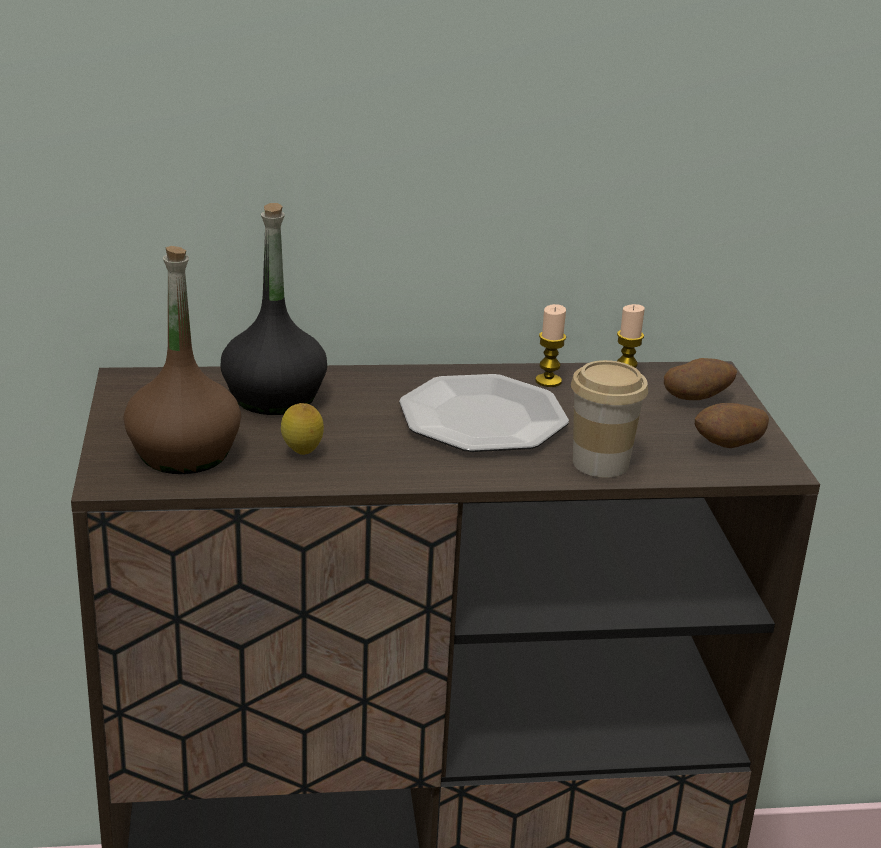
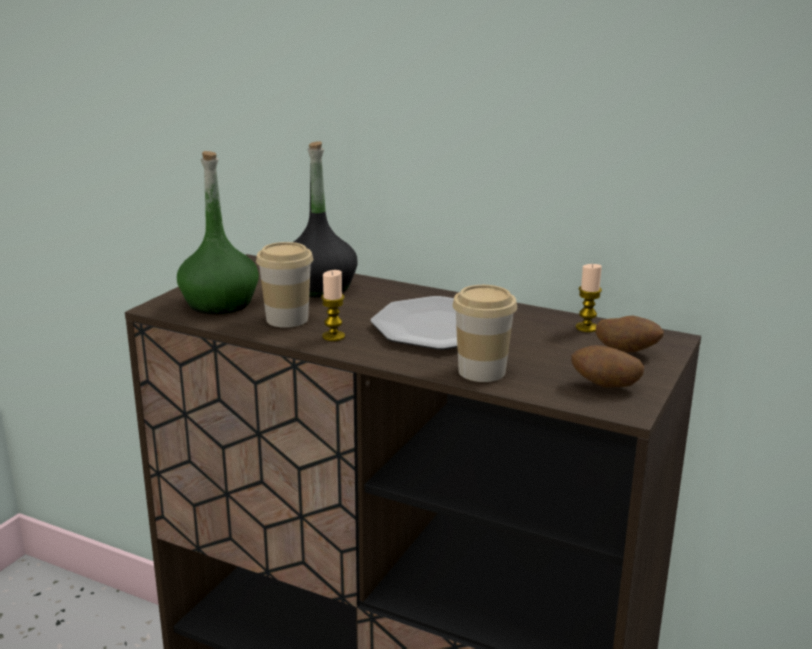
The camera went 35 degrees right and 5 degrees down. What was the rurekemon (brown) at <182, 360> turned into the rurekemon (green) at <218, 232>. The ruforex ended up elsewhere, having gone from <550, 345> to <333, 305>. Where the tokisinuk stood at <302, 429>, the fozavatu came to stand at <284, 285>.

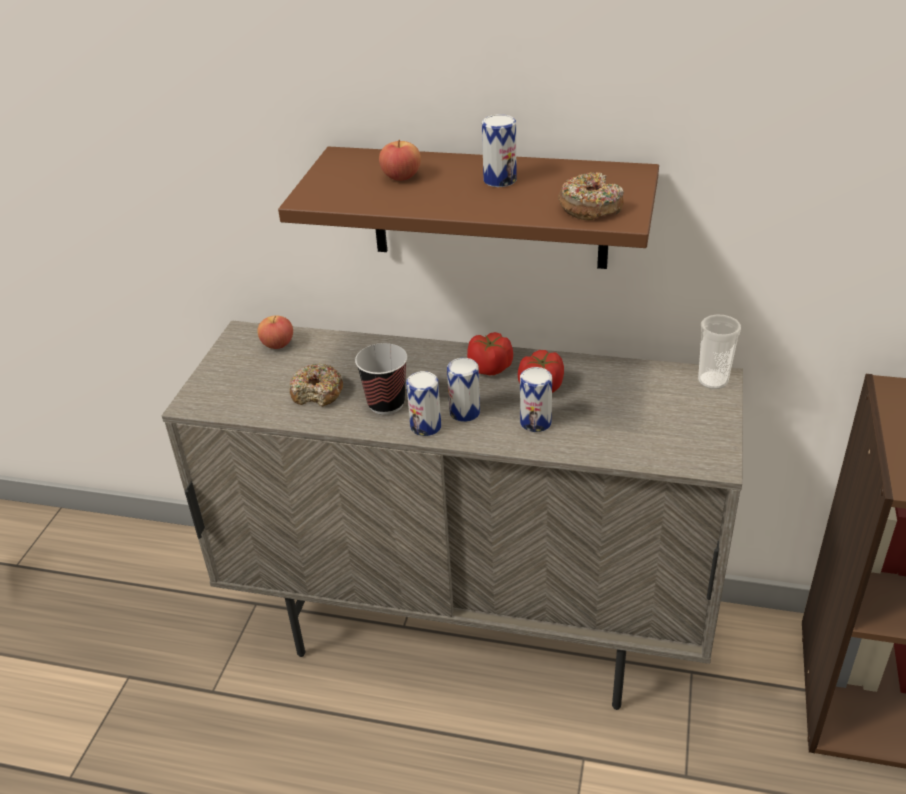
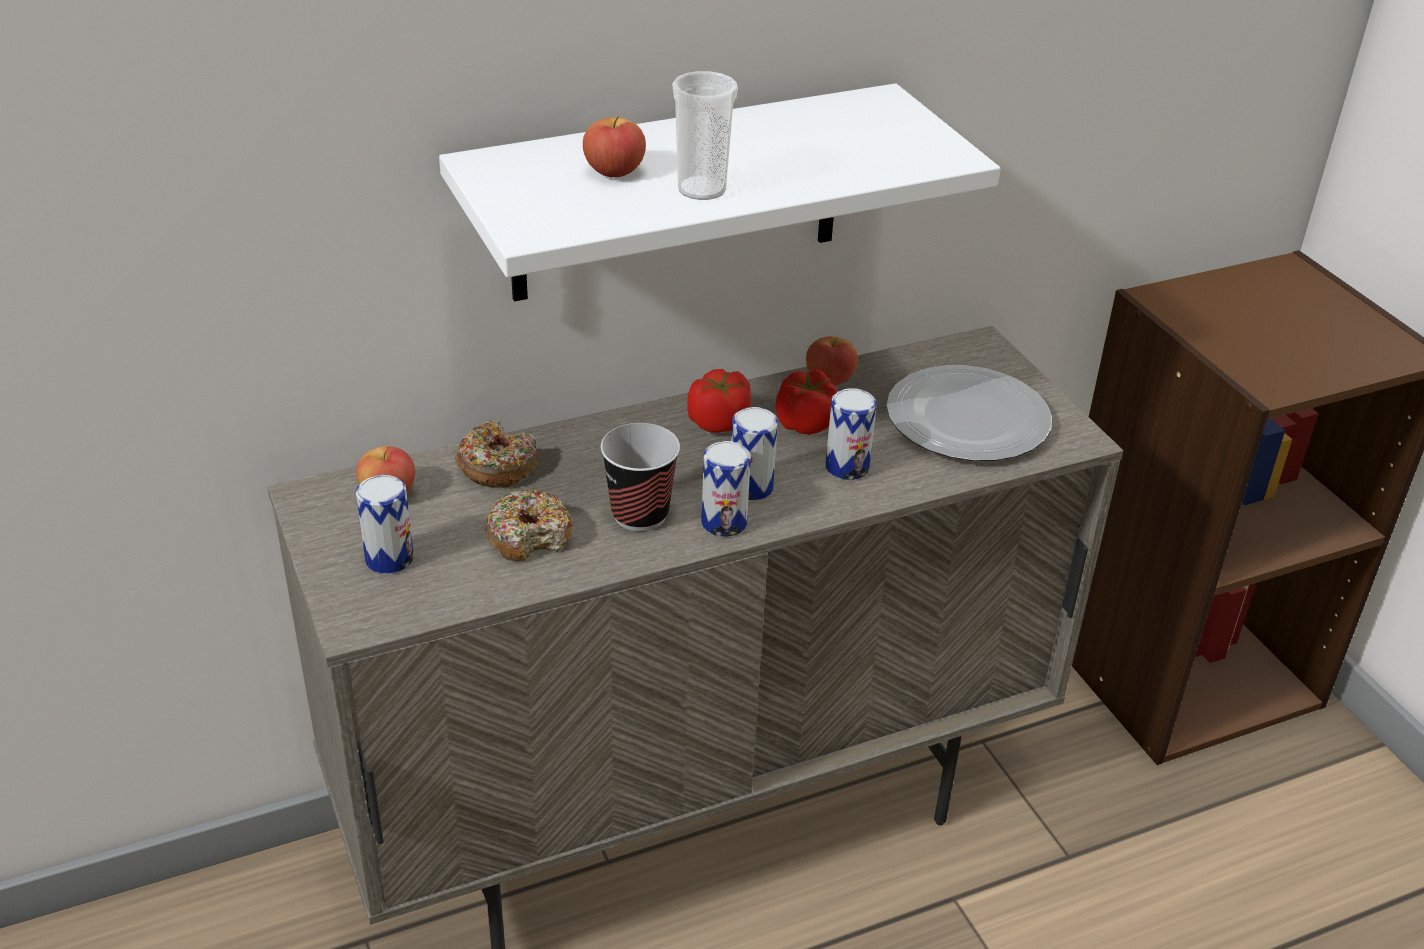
The camera went 40 degrees left and 0 degrees up. The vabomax ended up elsewhere, having gone from <499, 150> to <385, 524>. What was the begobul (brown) at <468, 207> turned into the begobul (white) at <720, 192>. The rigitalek ended up elsewhere, having gone from <591, 196> to <497, 454>. The fozavatu ended up elsewhere, having gone from <719, 351> to <705, 135>. The second view gained the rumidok at <832, 360>. The second view gained the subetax at <969, 413>.

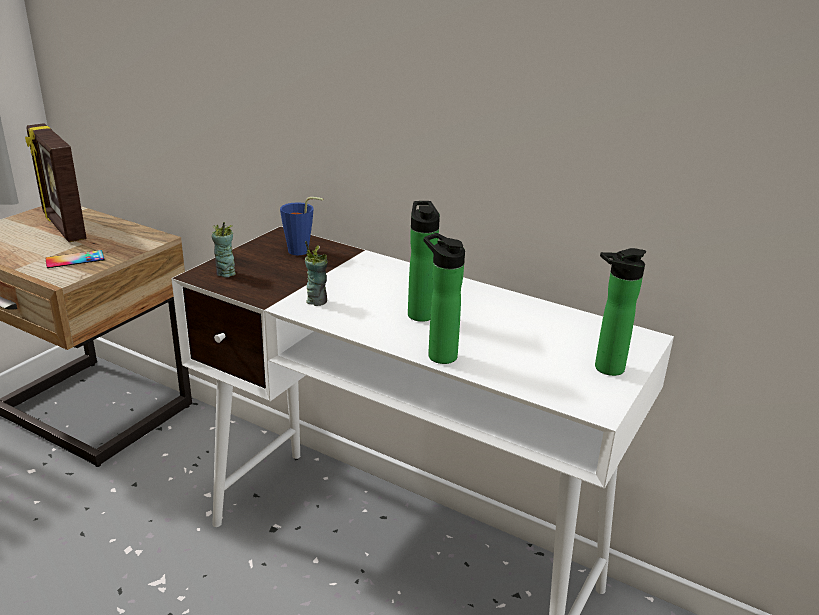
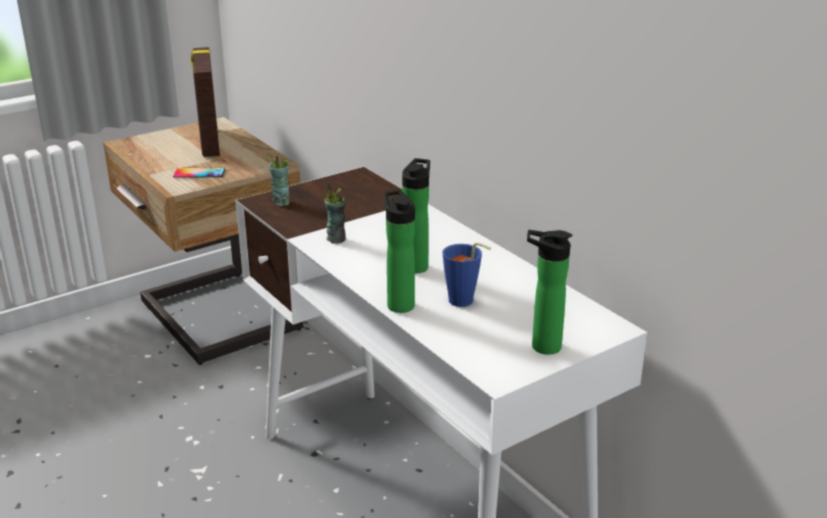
The camera went 25 degrees right and 0 degrees up. The fozavatu (blue) ended up elsewhere, having gone from <302, 226> to <467, 274>.

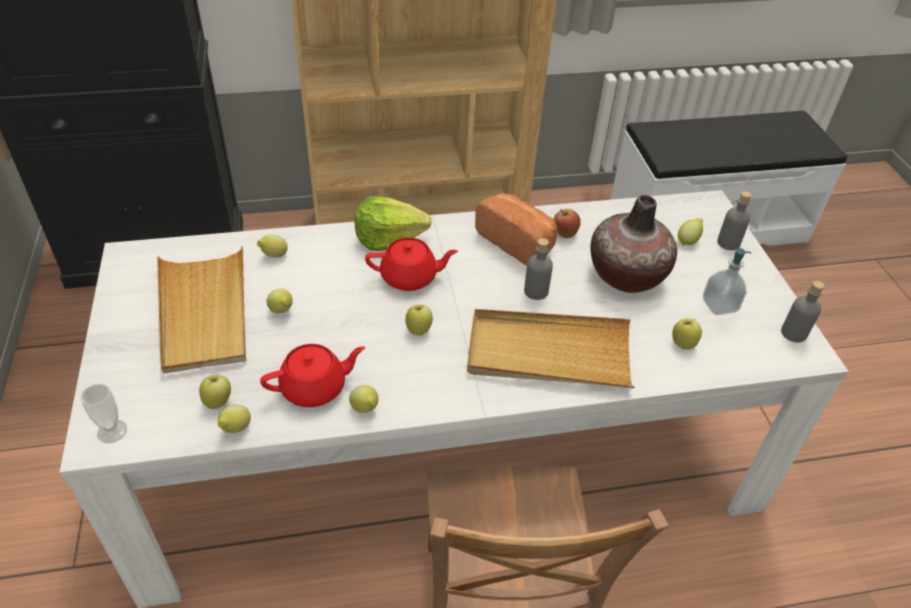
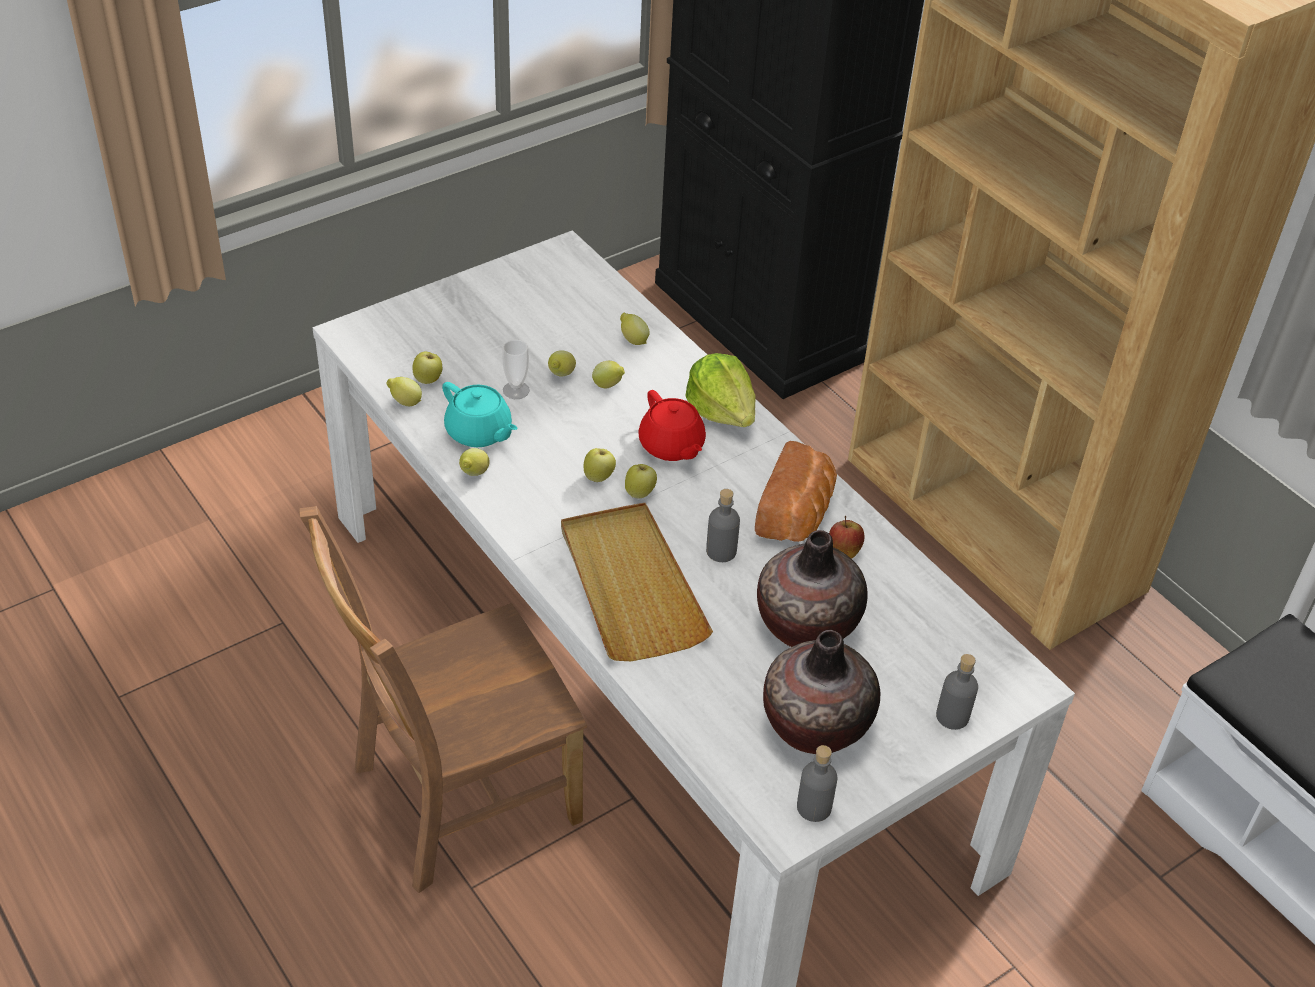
The camera went 65 degrees right and 0 degrees up. The tokisinuk ended up elsewhere, having gone from <690, 232> to <608, 374>. The second view lost the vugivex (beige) at <201, 310>. Where the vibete stood at <727, 281>, the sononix came to stand at <821, 692>. The rumidok ended up elsewhere, having gone from <687, 333> to <641, 481>. What was the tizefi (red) at <312, 375> turned into the tizefi (turquoise) at <480, 414>. The fozavatu ended up elsewhere, having gone from <104, 413> to <516, 369>.

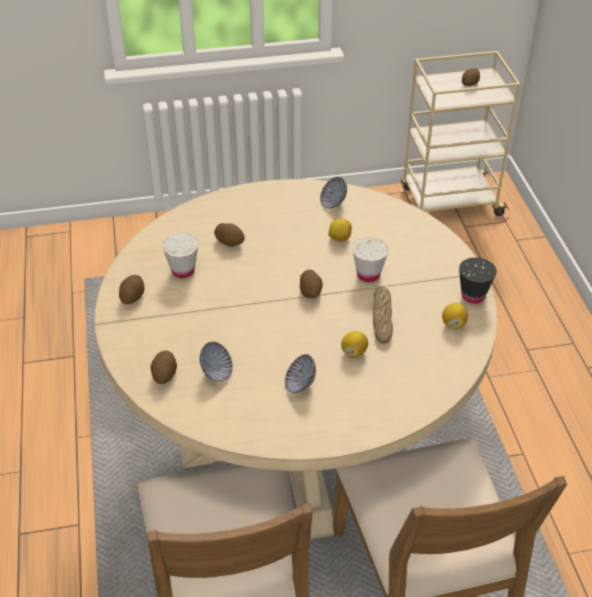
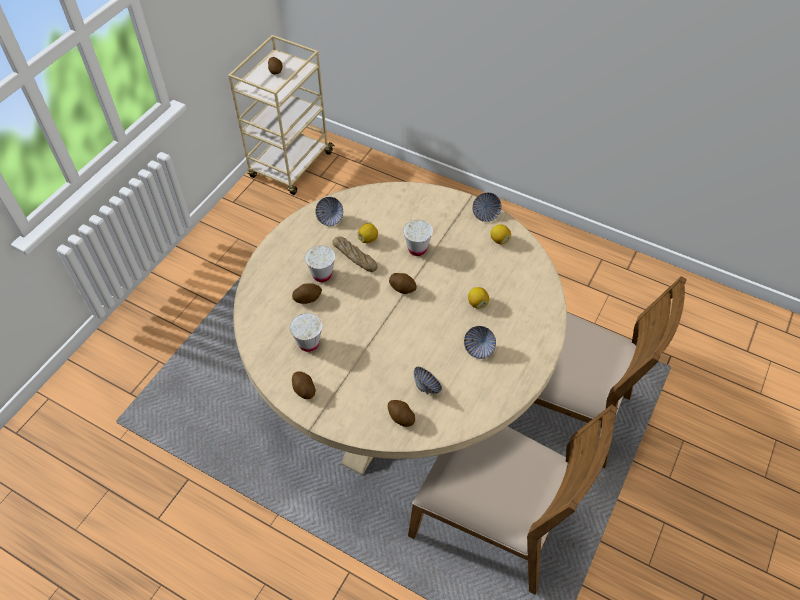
The camera went 50 degrees left and 10 degrees up. Where the fozavatu (black) stood at <478, 280>, the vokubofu came to stand at <487, 207>. The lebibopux ended up elsewhere, having gone from <383, 315> to <355, 254>. The second view gained the fozavatu (white) at <320, 263>.

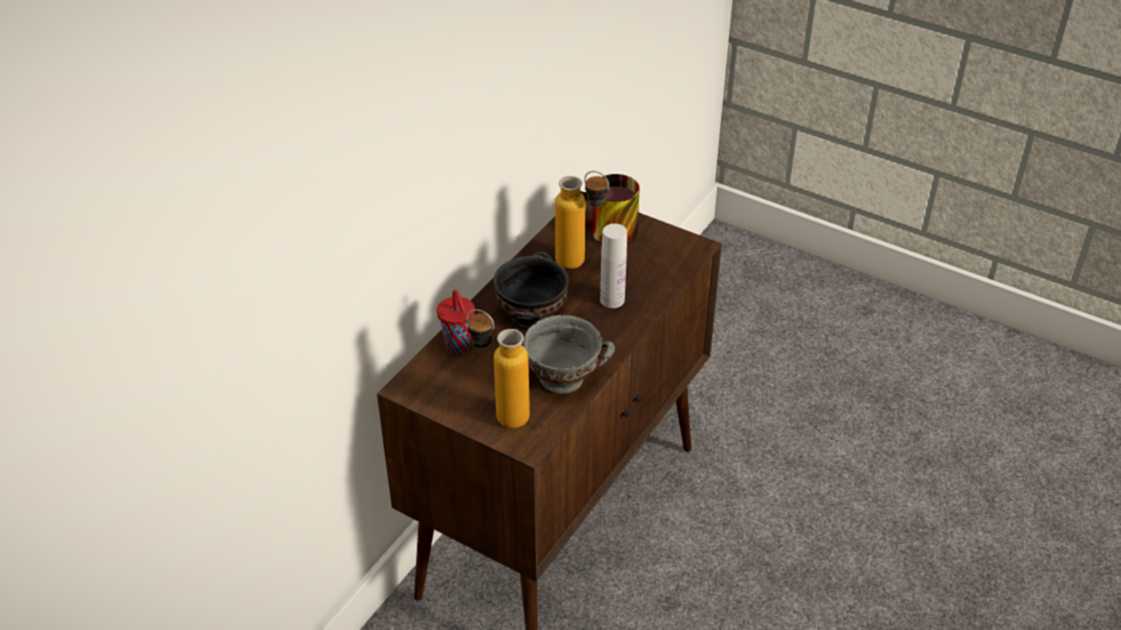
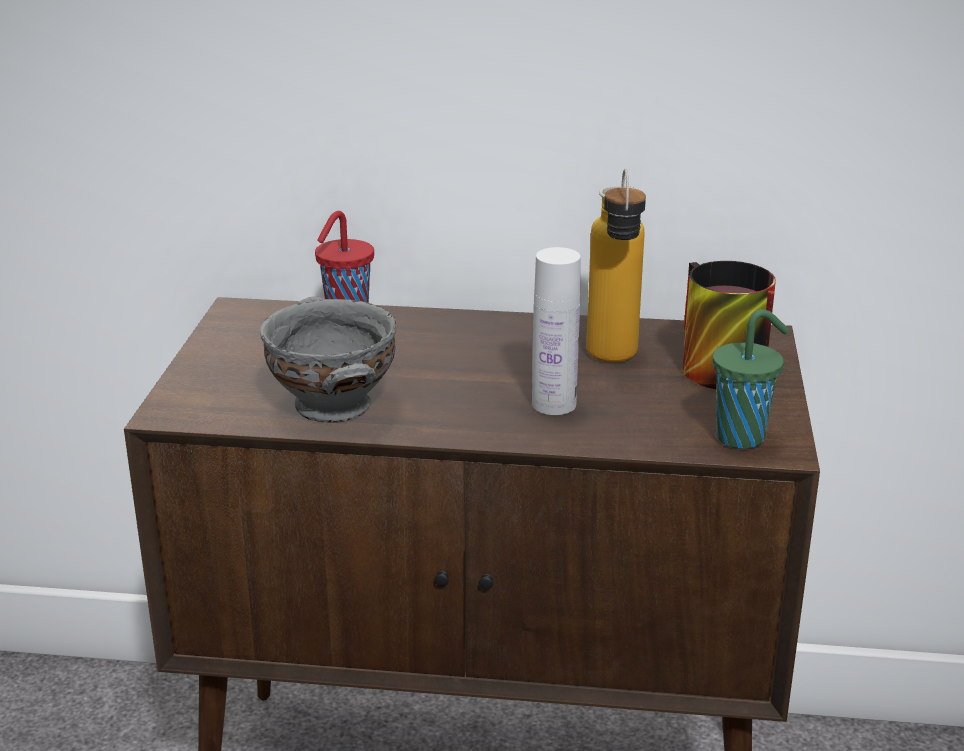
The camera went 65 degrees right and 15 degrees down. The second view lost the vokubofu (black) at <531, 290>. The second view lost the rurekemon at <498, 368>. The second view gained the fozavatu (green) at <750, 379>.

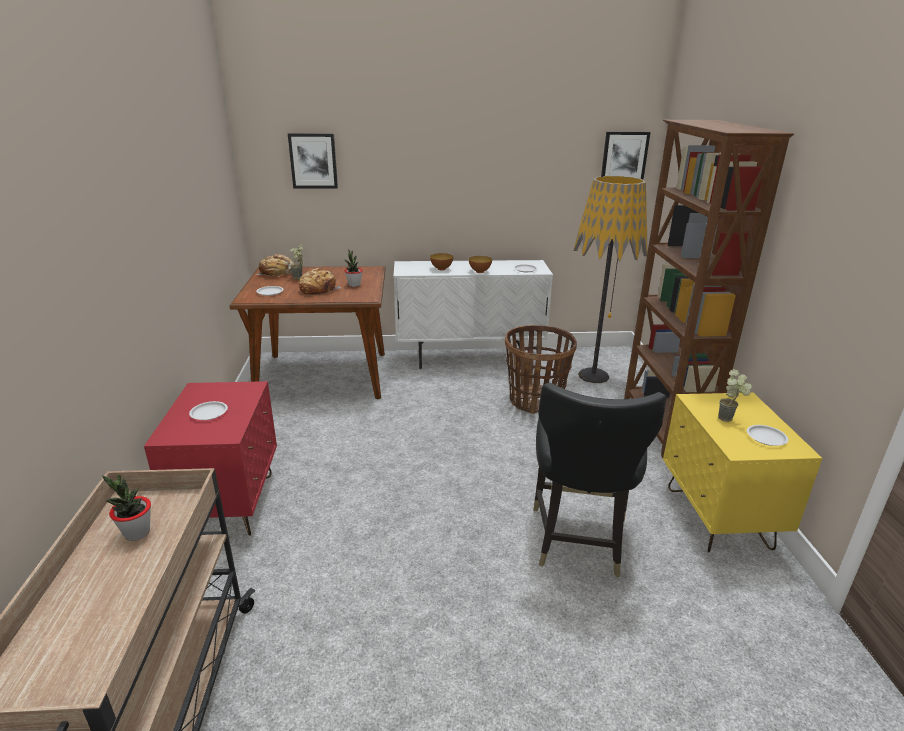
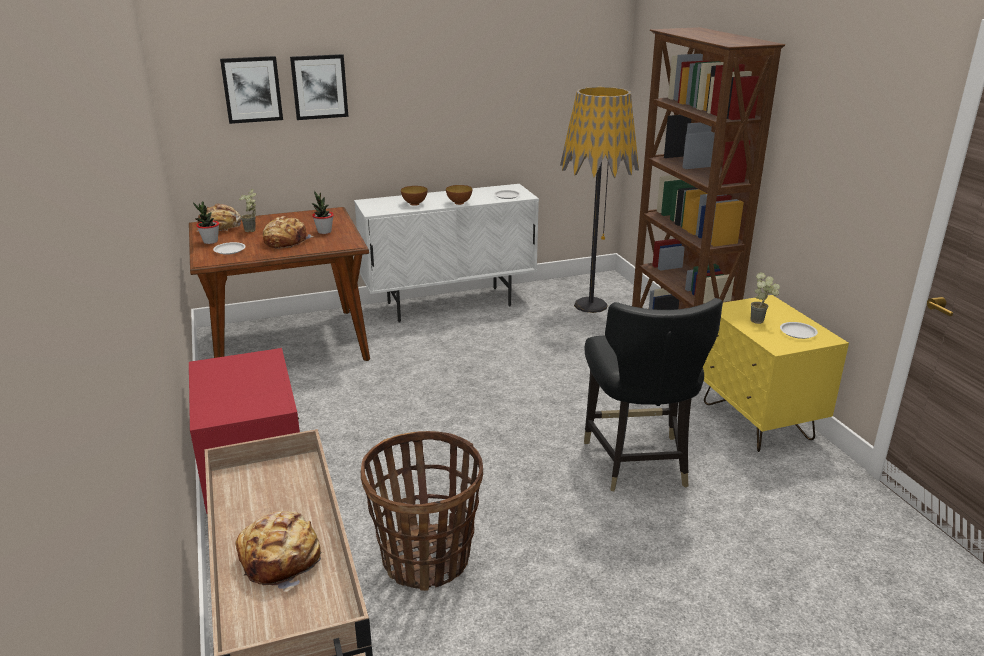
The camera went 15 degrees left and 0 degrees up. The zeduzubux ended up elsewhere, having gone from <625, 156> to <319, 87>. The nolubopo ended up elsewhere, having gone from <541, 369> to <422, 511>. The second view lost the subetax (white) at <208, 410>. The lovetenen ended up elsewhere, having gone from <126, 507> to <206, 222>. The second view gained the lebibopux at <279, 551>.

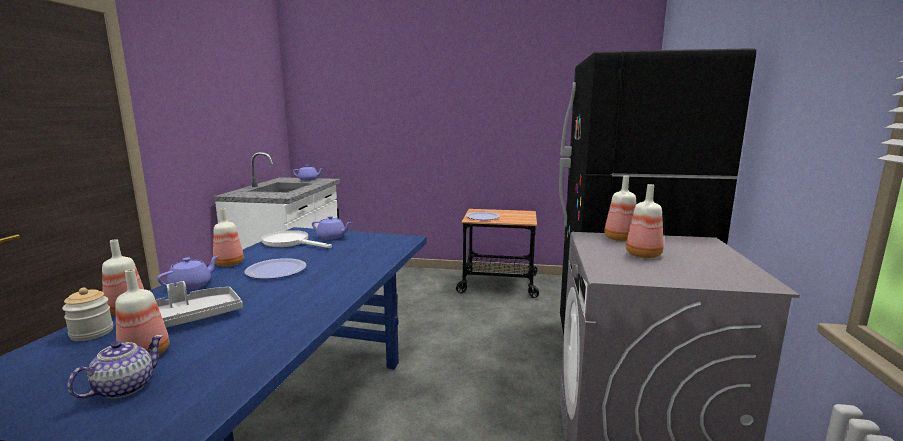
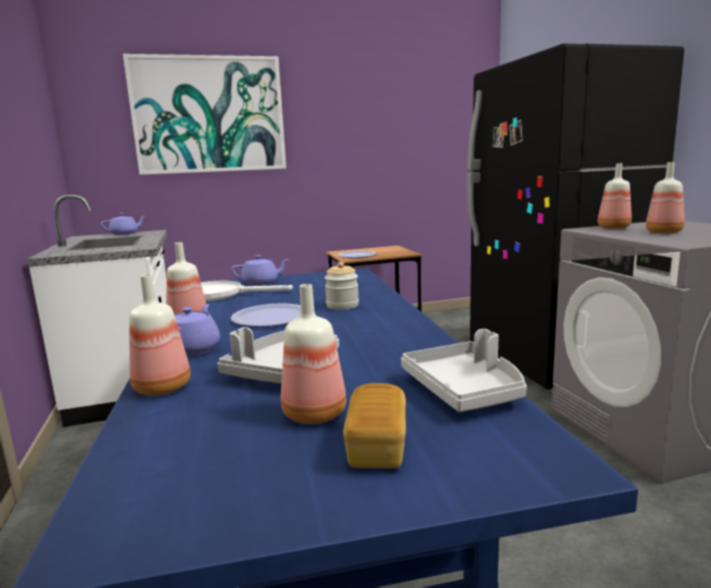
The camera went 25 degrees left and 0 degrees up. The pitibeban ended up elsewhere, having gone from <87, 314> to <342, 286>. Where the tizefi stood at <115, 367>, the lebibopux came to stand at <374, 426>. The second view gained the zeduzubux at <204, 114>. The second view gained the vugivex (grey) at <464, 370>.

